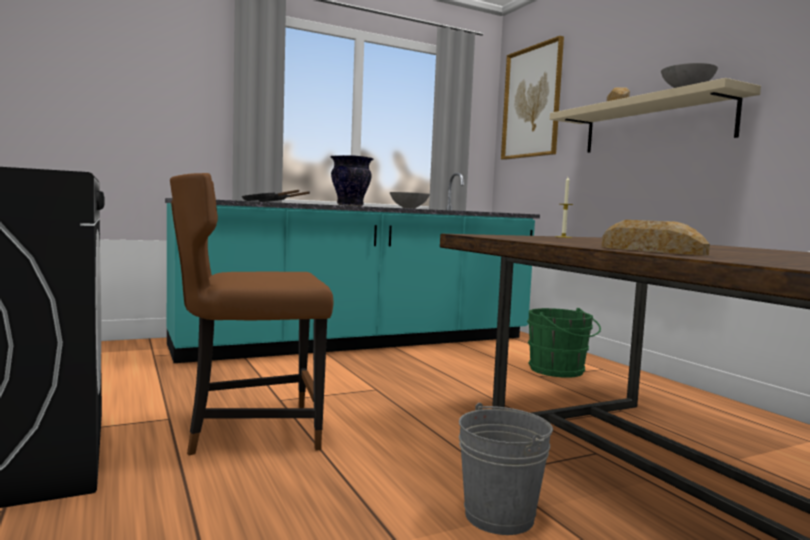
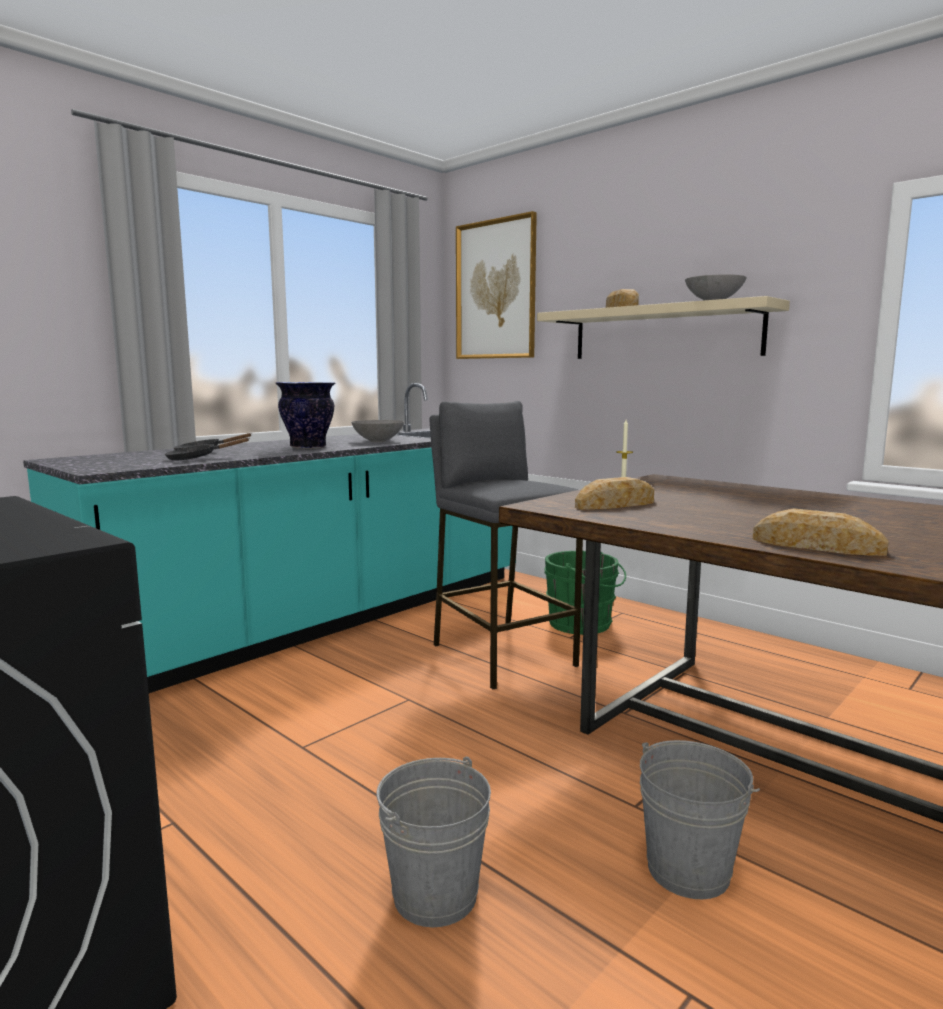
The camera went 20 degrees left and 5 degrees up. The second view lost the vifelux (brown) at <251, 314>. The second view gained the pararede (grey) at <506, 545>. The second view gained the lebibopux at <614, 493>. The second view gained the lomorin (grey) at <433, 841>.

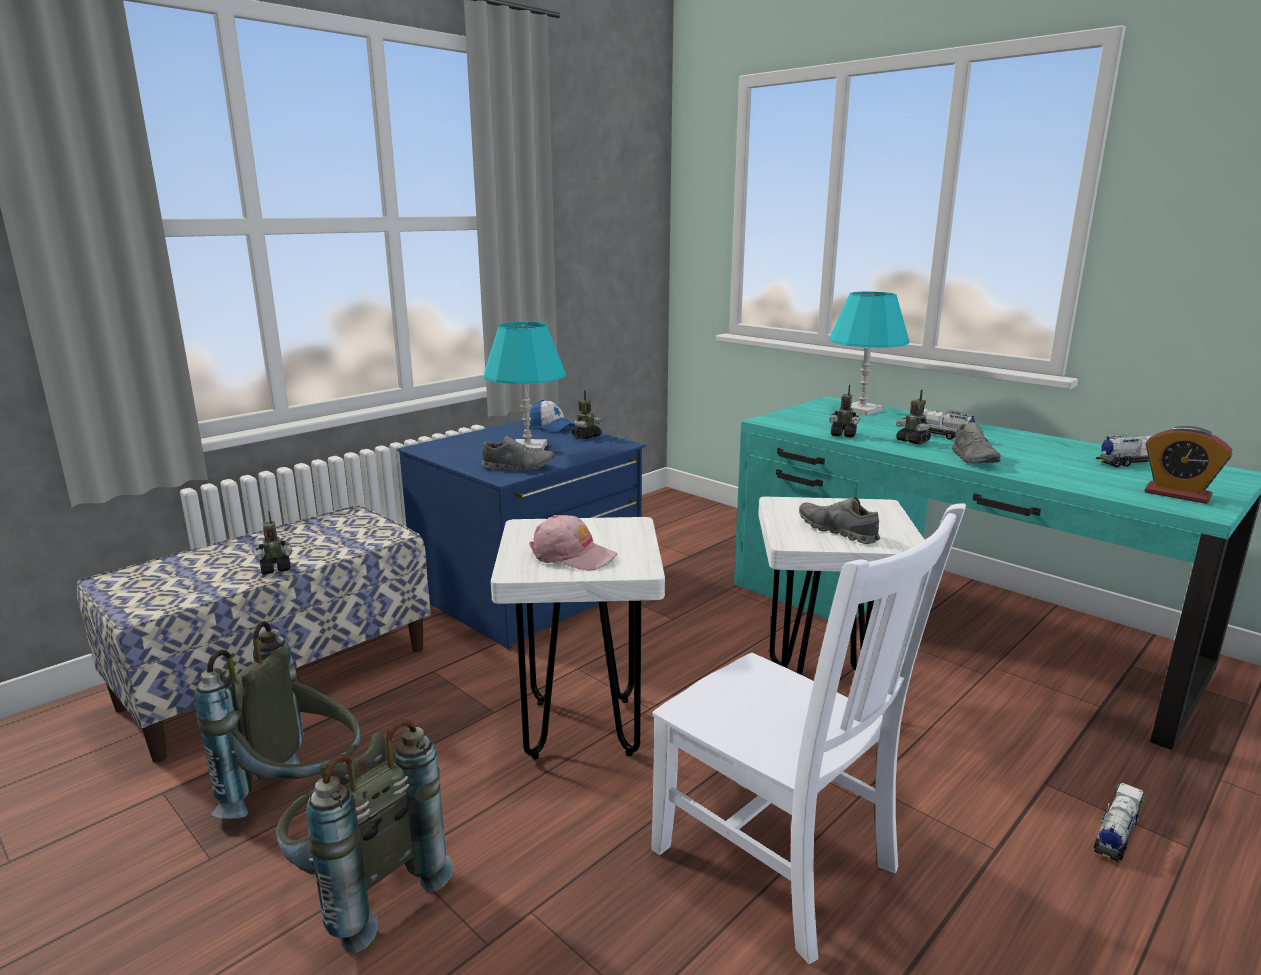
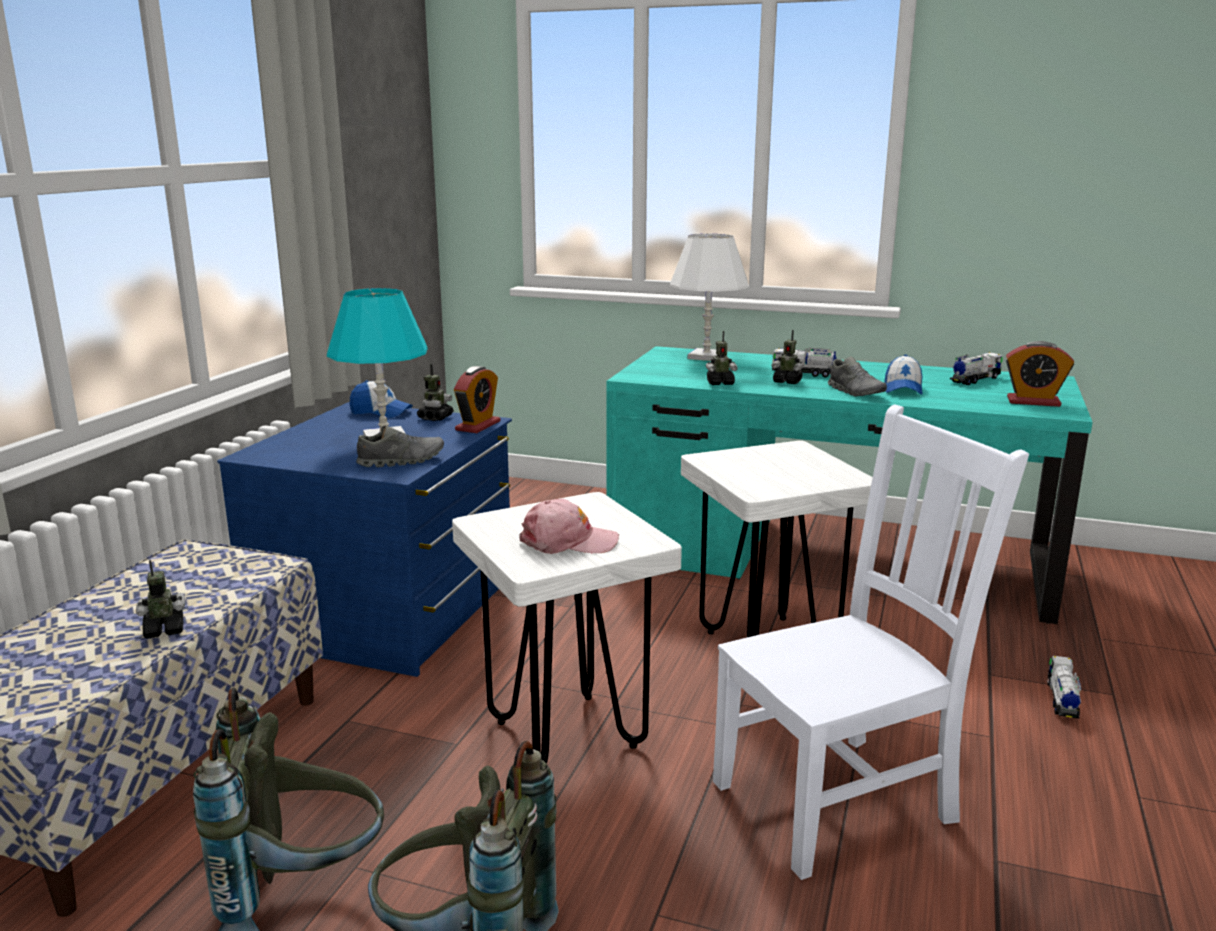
The camera went 25 degrees left and 0 degrees up. What was the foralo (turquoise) at <869, 353> turned into the foralo (white) at <709, 297>. The second view lost the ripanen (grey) at <839, 520>. The vifelux (white) at <808, 733> ended up facing another way, 45 degrees counterclockwise from before. The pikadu at <273, 543> ended up facing another way, 150 degrees counterclockwise from before. The second view gained the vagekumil at <904, 375>. The second view gained the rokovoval at <477, 399>.

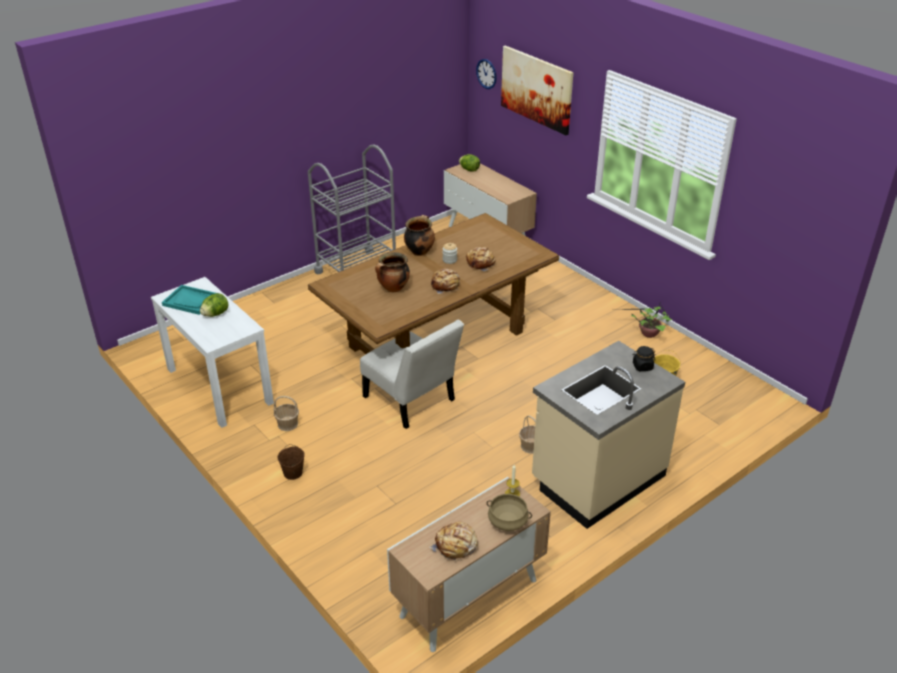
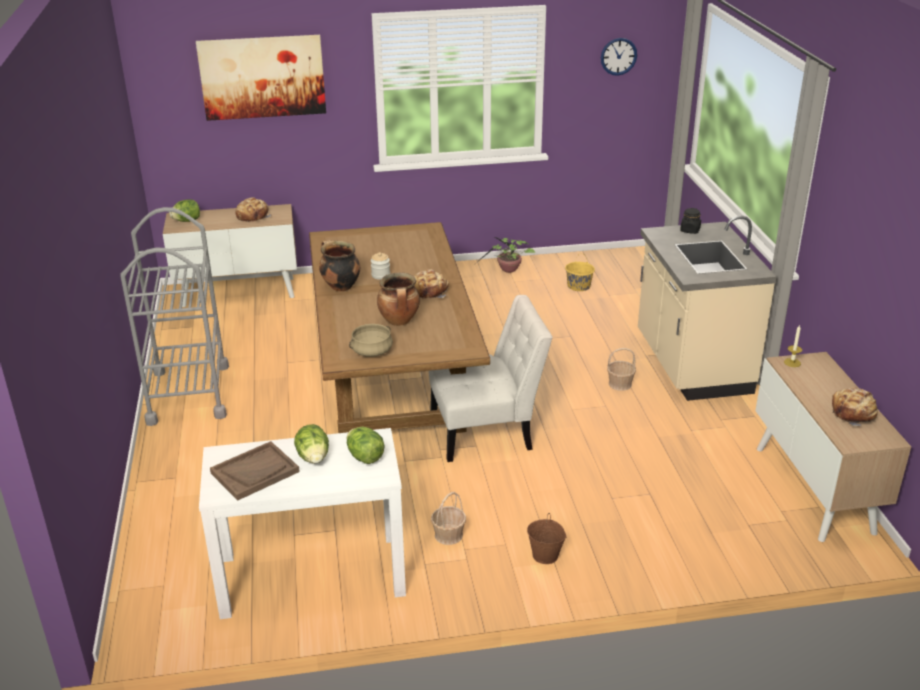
The camera went 60 degrees left and 5 degrees down. The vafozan ended up elsewhere, having gone from <486, 74> to <619, 57>. The lebibopux ended up elsewhere, having gone from <480, 259> to <253, 209>. What was the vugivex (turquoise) at <188, 300> turned into the vugivex (brown) at <255, 471>. The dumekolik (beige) ended up elsewhere, having gone from <509, 512> to <371, 340>. The second view gained the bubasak at <366, 445>.

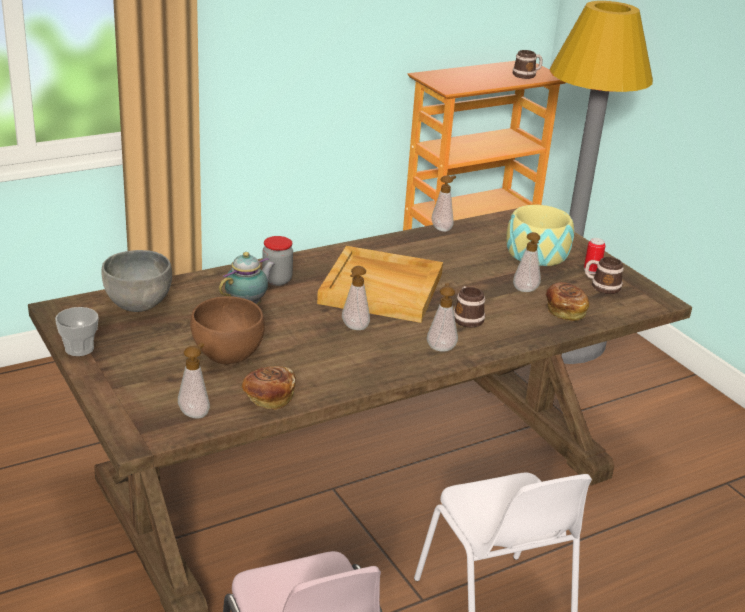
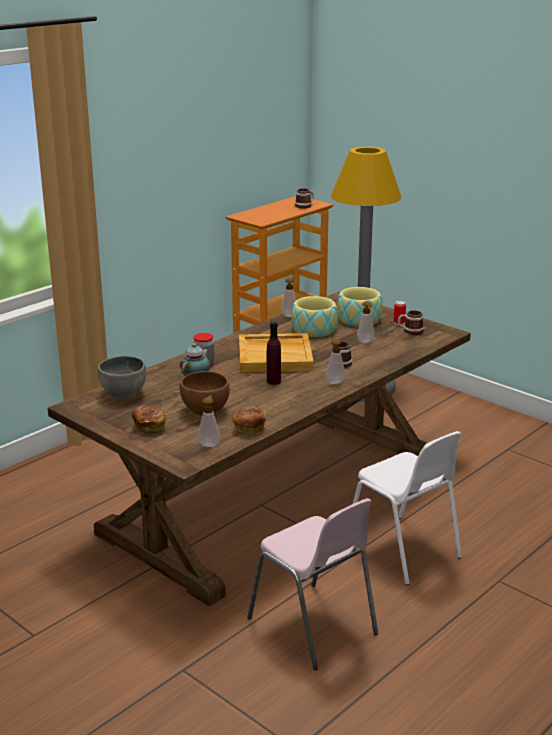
The camera went 15 degrees left and 5 degrees down. Where the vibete stood at <356, 298>, the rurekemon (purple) came to stand at <274, 353>. The lebibopux ended up elsewhere, having gone from <567, 301> to <149, 419>. The second view lost the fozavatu at <77, 331>. The second view gained the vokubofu at <314, 316>.

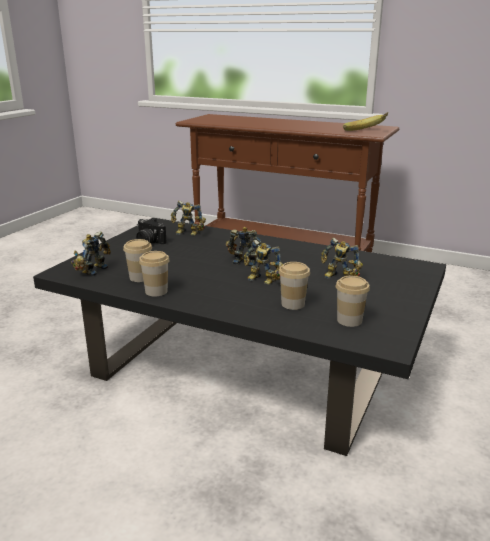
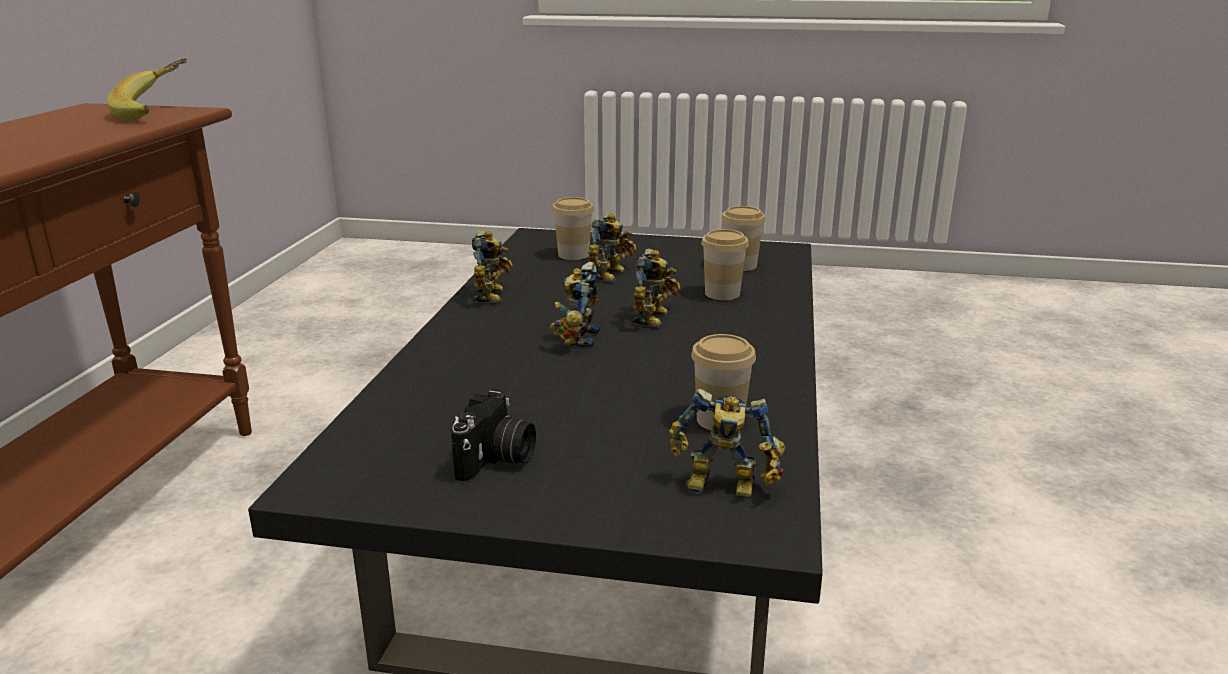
The camera went 105 degrees left and 0 degrees up. The pikadu ended up elsewhere, having gone from <188, 218> to <492, 266>. The fozavatu ended up elsewhere, having gone from <154, 273> to <573, 228>.

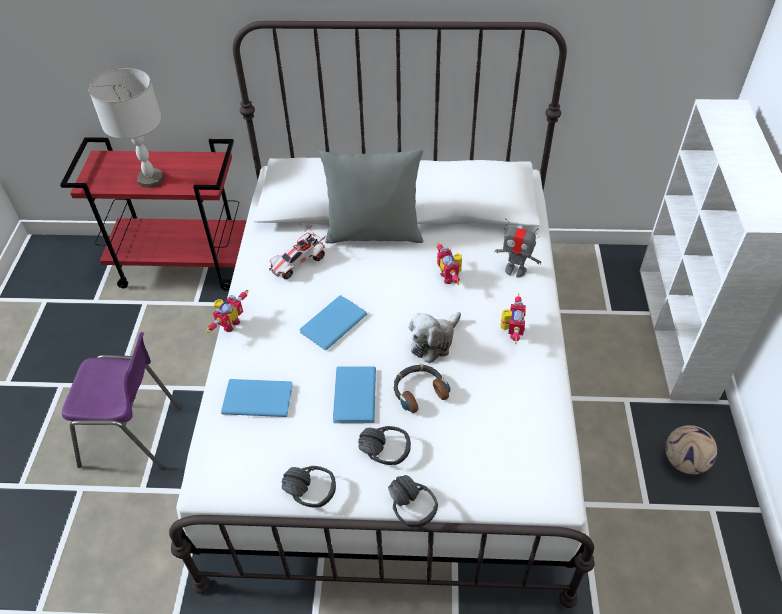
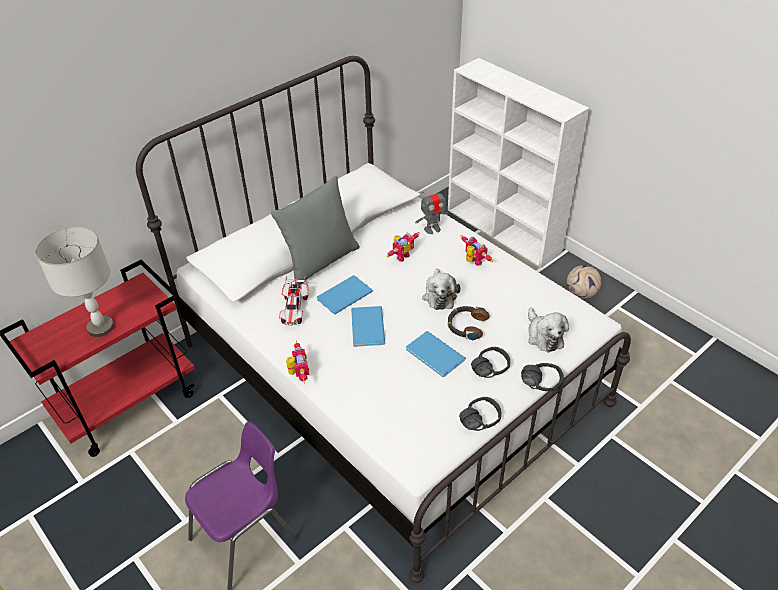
The camera went 45 degrees left and 5 degrees down. The pikadu at <449, 263> ended up facing another way, 75 degrees counterclockwise from before. The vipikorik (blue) ended up elsewhere, having gone from <257, 398> to <345, 295>. The second view gained the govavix at <548, 330>.

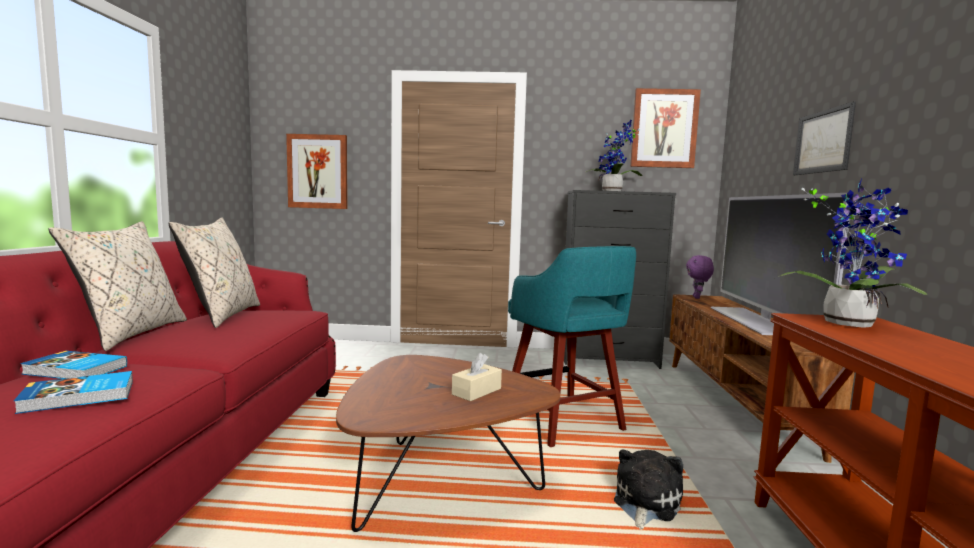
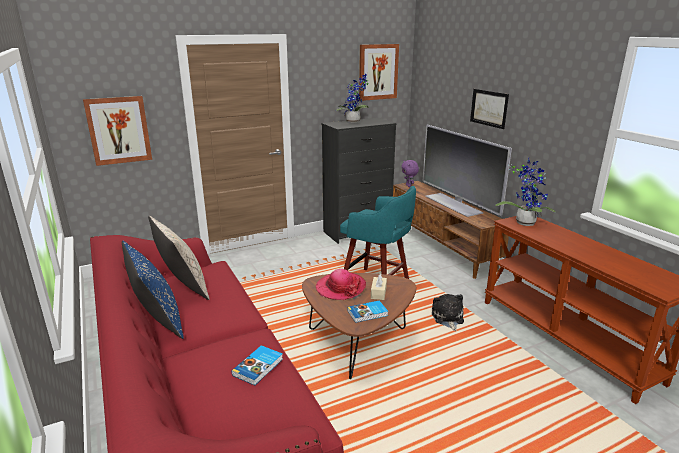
The camera went 30 degrees left and 15 degrees up. What was the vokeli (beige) at <117, 286> turned into the vokeli (blue) at <153, 290>. The vipikorik ended up elsewhere, having gone from <73, 365> to <367, 312>. The second view gained the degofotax at <341, 284>.

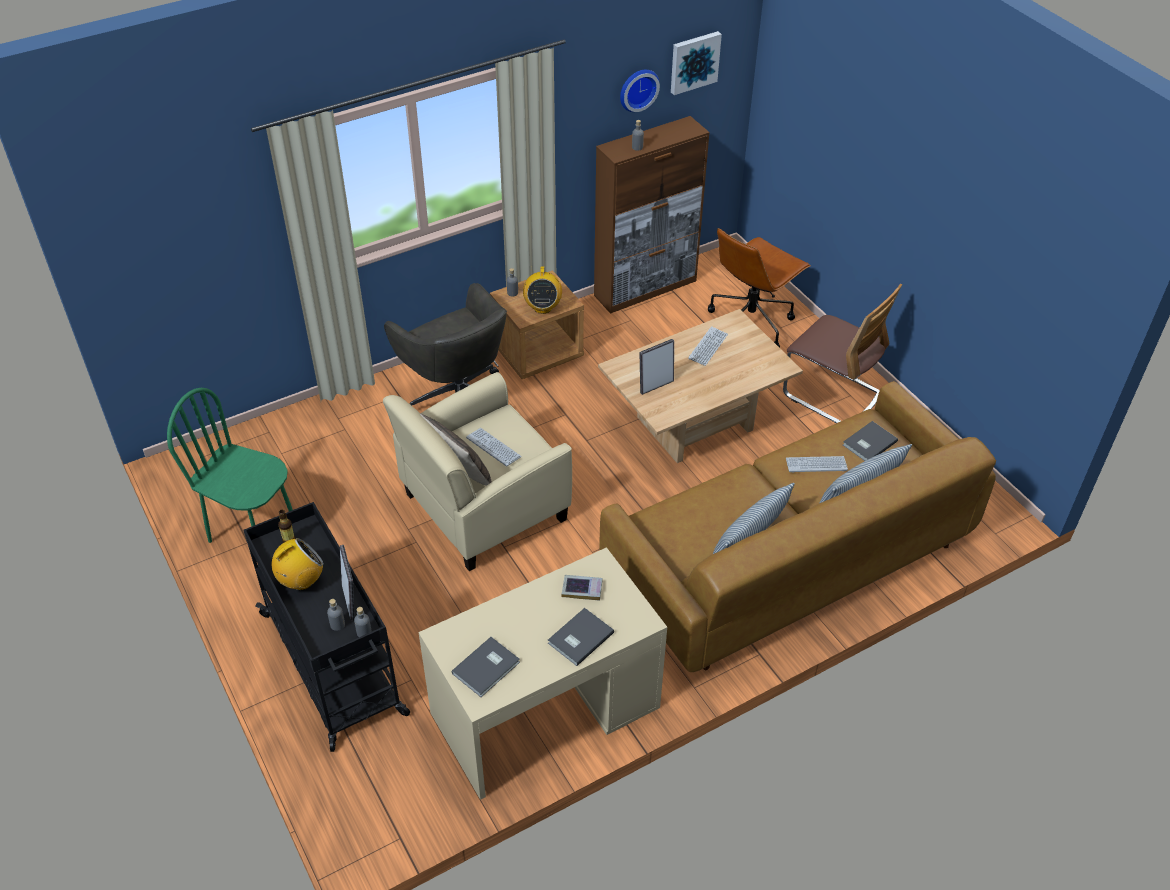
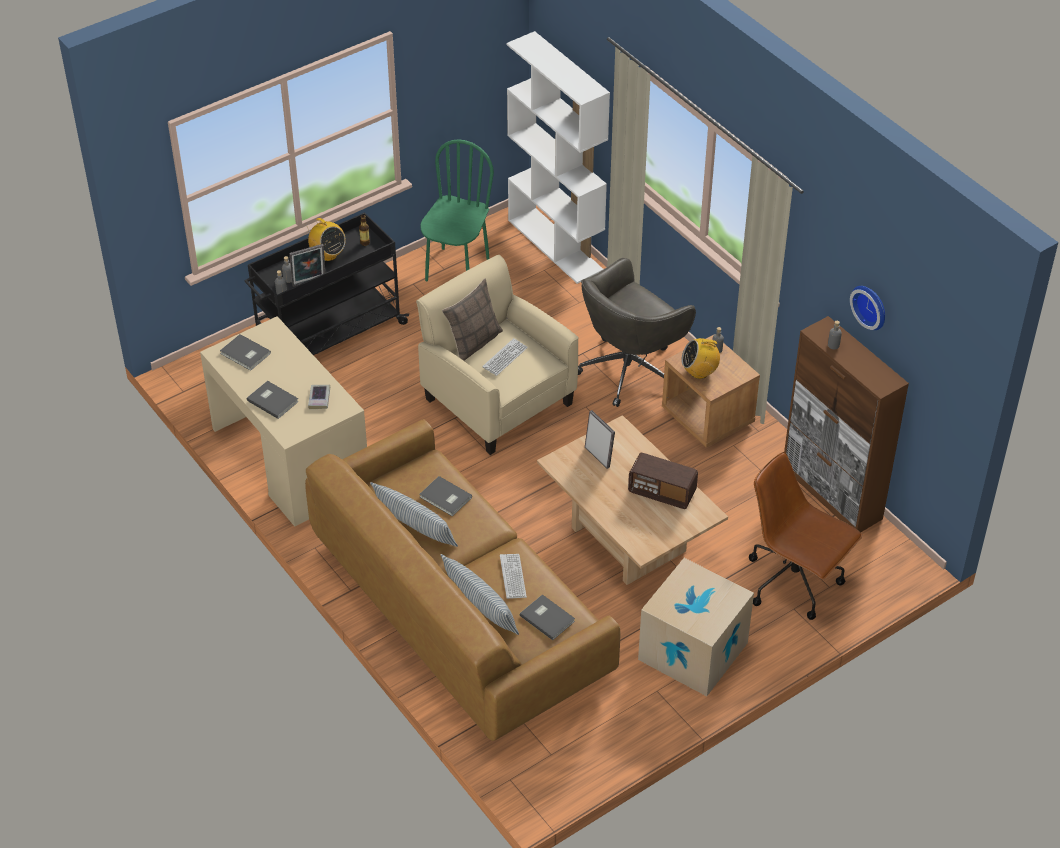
The camera went 85 degrees right and 0 degrees up. The second view lost the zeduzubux at <696, 63>. Where the vifelux stood at <842, 353>, the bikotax came to stand at <696, 627>. Where the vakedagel stood at <708, 346>, the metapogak came to stand at <663, 481>. The second view gained the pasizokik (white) at <558, 157>. The second view gained the vipikorik (grey) at <445, 496>.

